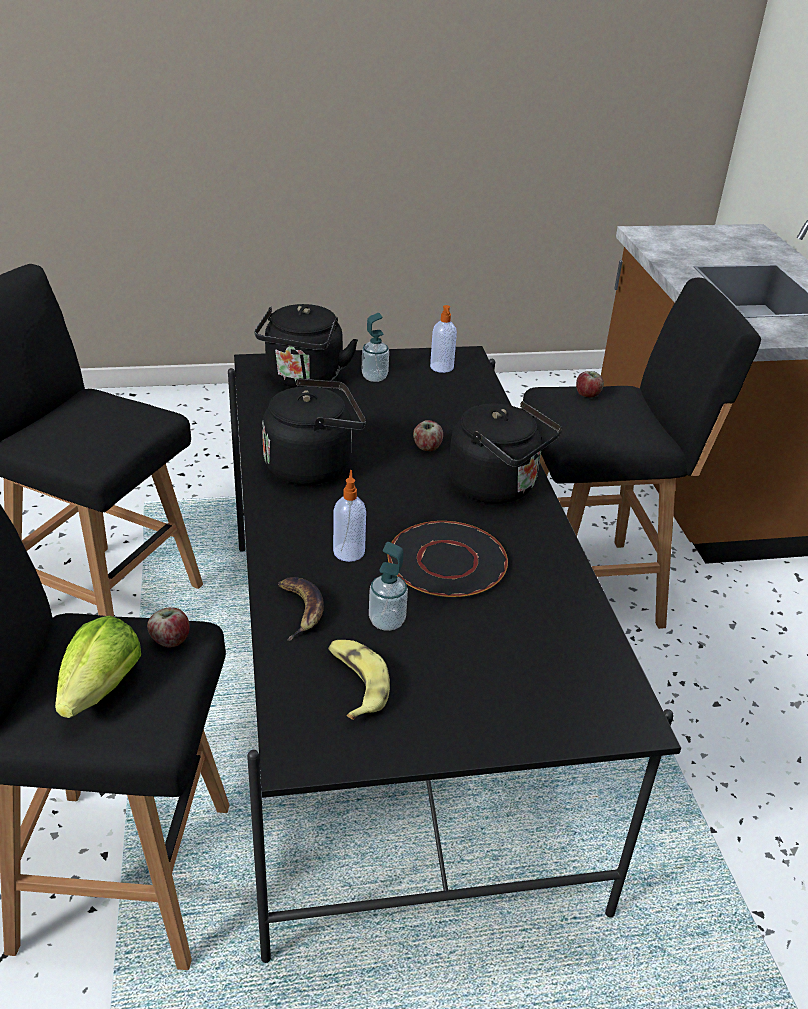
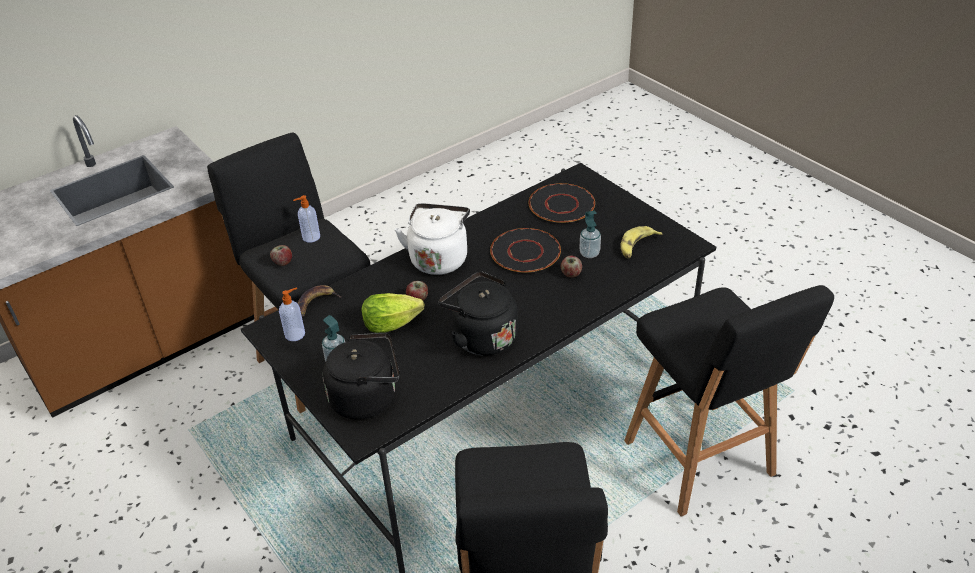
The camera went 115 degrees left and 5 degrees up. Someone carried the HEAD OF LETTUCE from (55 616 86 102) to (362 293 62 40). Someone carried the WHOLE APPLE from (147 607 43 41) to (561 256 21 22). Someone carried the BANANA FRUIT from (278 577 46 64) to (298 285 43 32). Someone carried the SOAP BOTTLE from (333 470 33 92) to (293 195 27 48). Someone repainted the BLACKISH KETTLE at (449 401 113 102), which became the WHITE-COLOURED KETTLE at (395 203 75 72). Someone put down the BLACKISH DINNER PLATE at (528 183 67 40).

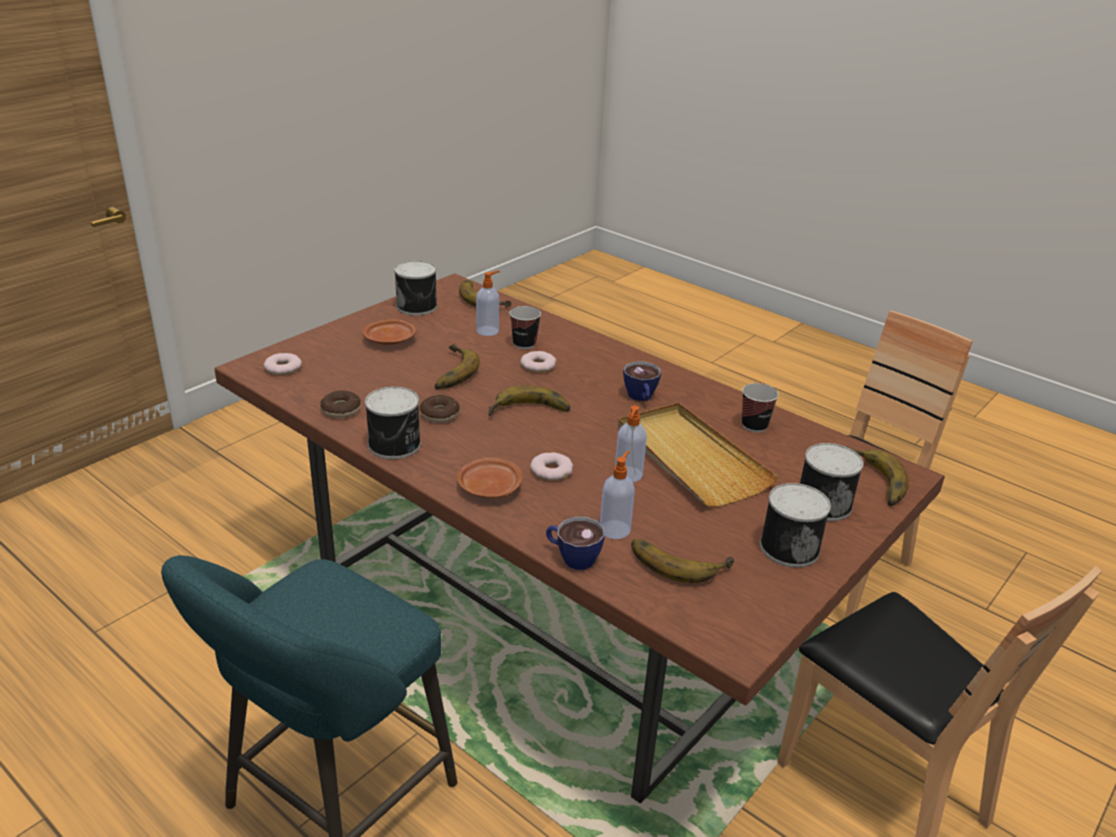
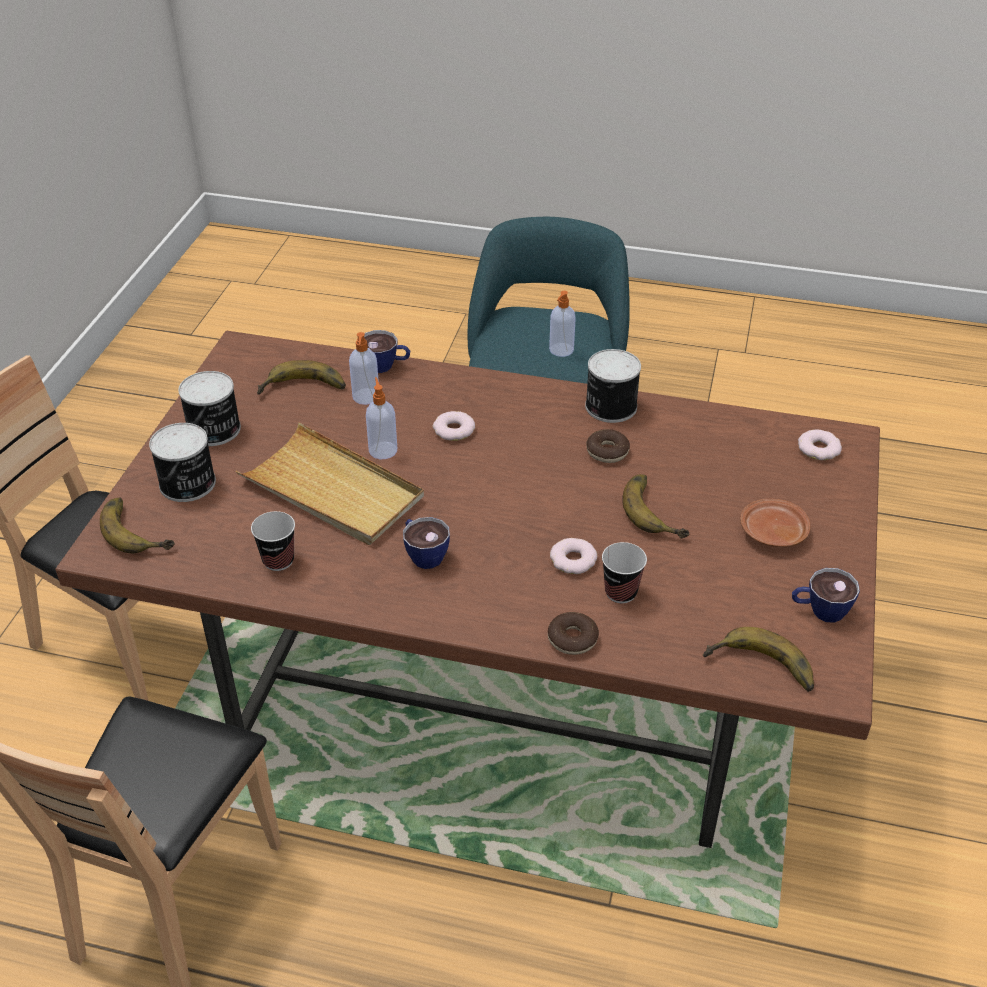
The camera went 155 degrees right and 10 degrees up. Someone carried the DOUGHNUT from (320 390 41 28) to (548 612 51 43). Someone swapped the SEALED CAN at (394 260 43 56) for the DRINKING CUP at (792 568 68 55). Someone took away the BROWN-COLOURED DINNER PLATE at (457 457 66 41). Someone carried the SOAP BOTTLE from (476 271 24 65) to (549 291 27 66). Someone took away the BANANA FRUIT at (488 385 82 31).

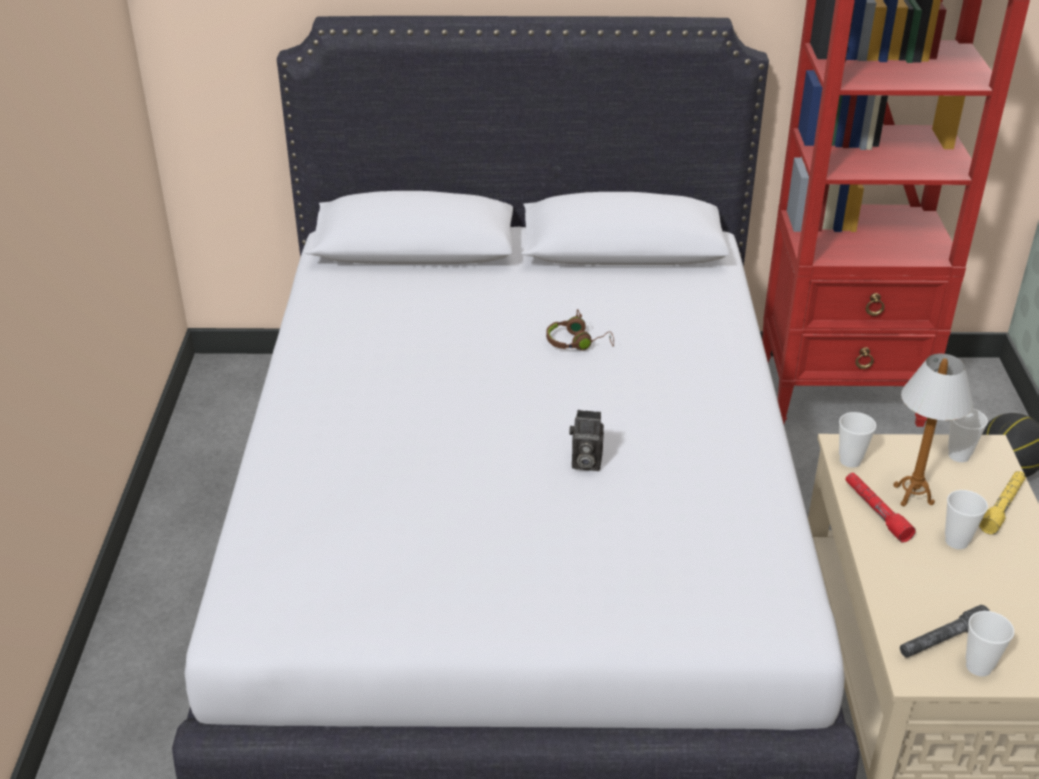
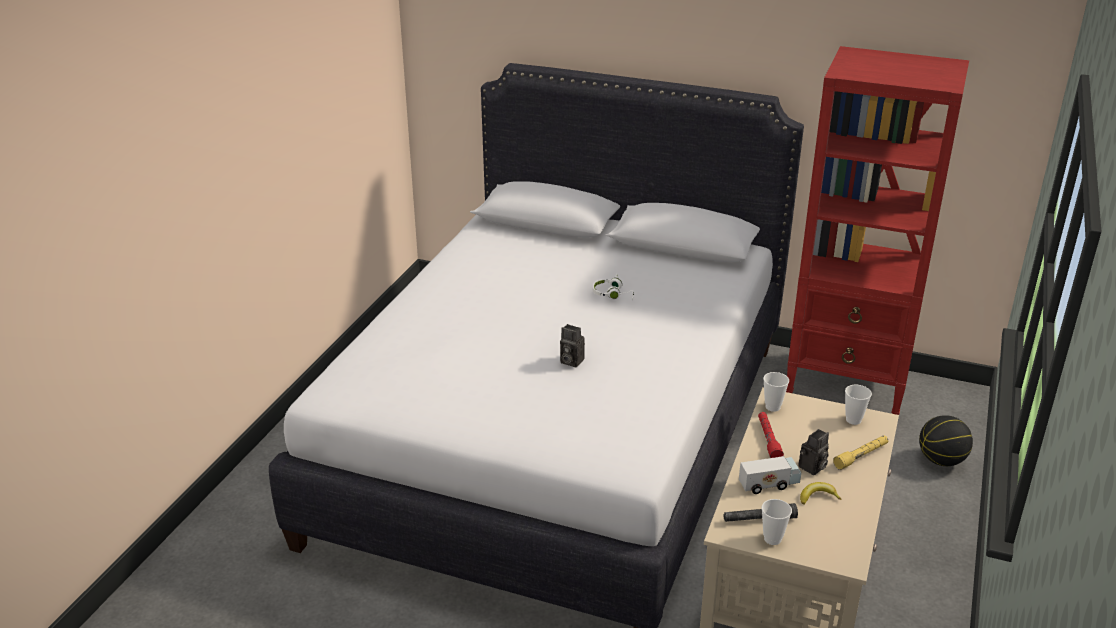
The camera went 20 degrees right and 5 degrees down. Someone repainted the BROWN-COLOURED HEADSET at (546 309 68 42), which became the WHITE-COLOURED HEADSET at (593 273 41 27). Someone took away the TABLETOP LAMP at (893 354 80 152). Someone swapped the DRINKING CUP at (945 490 43 59) for the STILL CAMERA at (798 429 31 46). Someone put down the MODEL TRUCK at (739 456 62 38). Someone put down the BANANA FRUIT at (800 482 42 22).

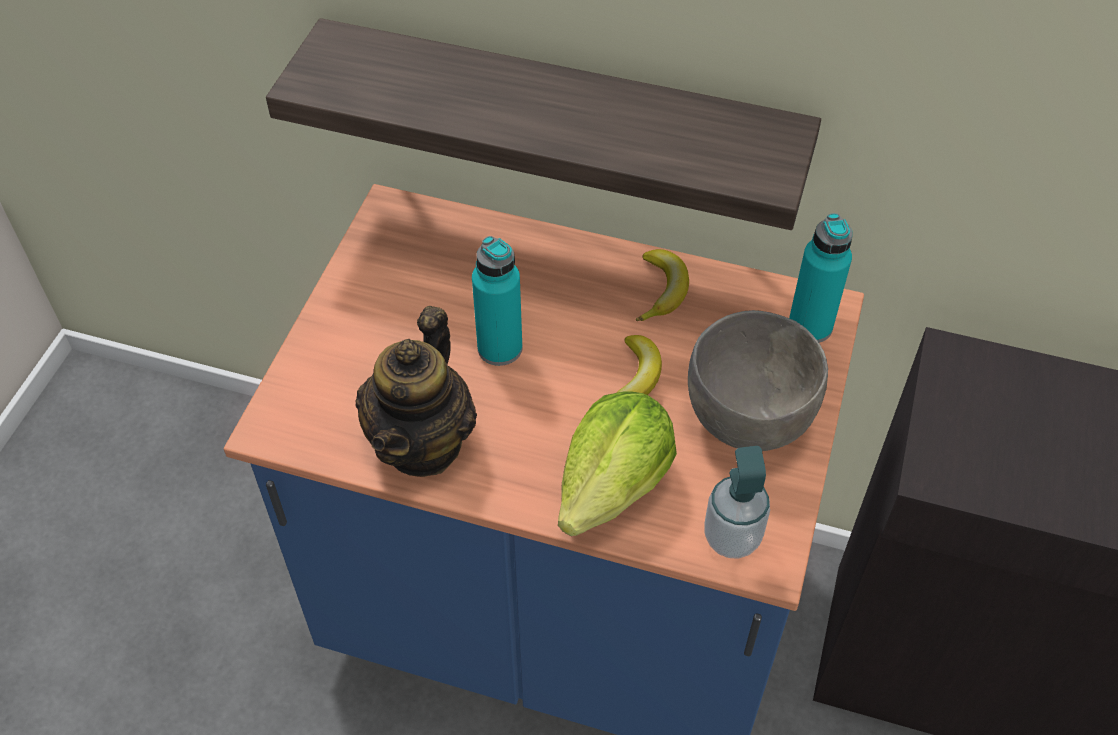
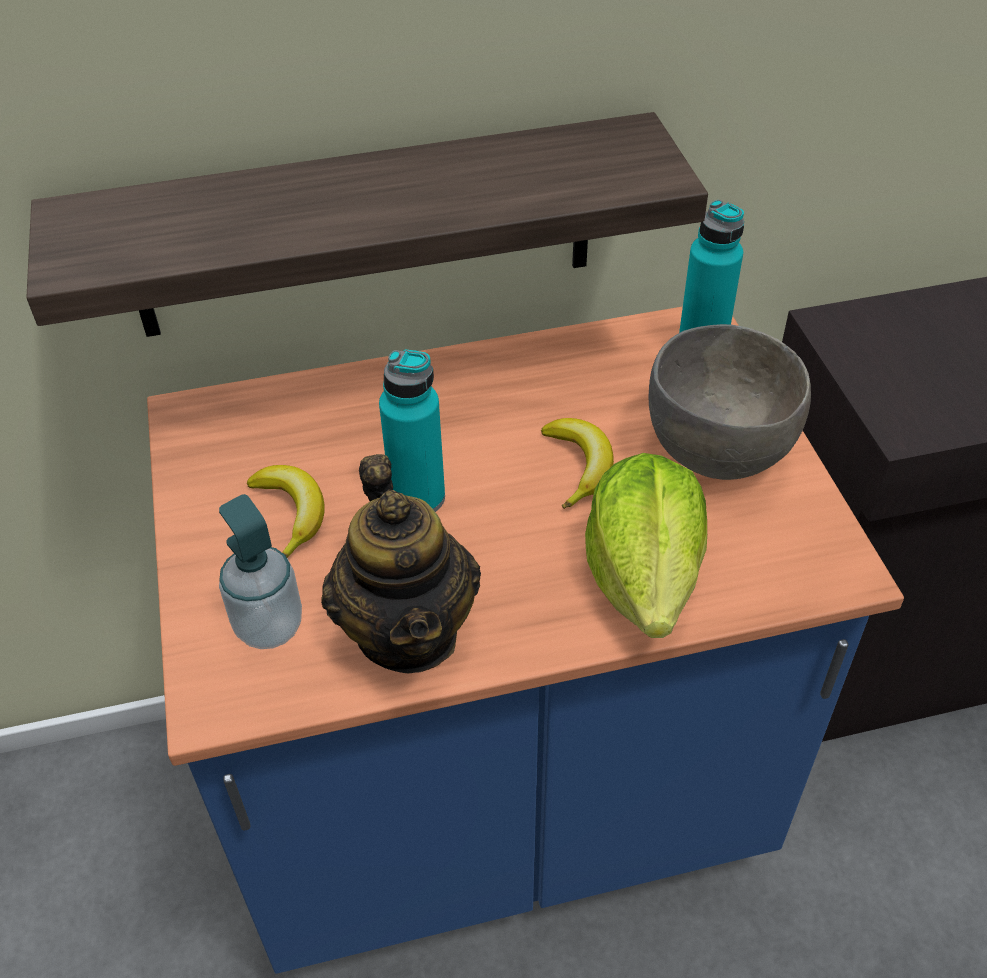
The camera went 30 degrees left and 5 degrees down. Someone carried the BANANA FRUIT from (636 249 53 73) to (246 465 79 93). Someone carried the SOAP BOTTLE from (704 446 66 113) to (219 494 83 155).

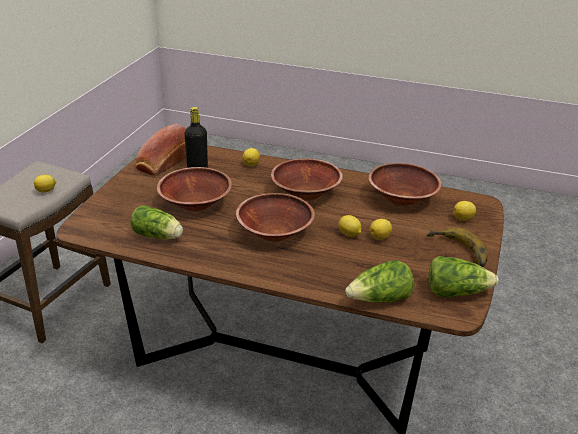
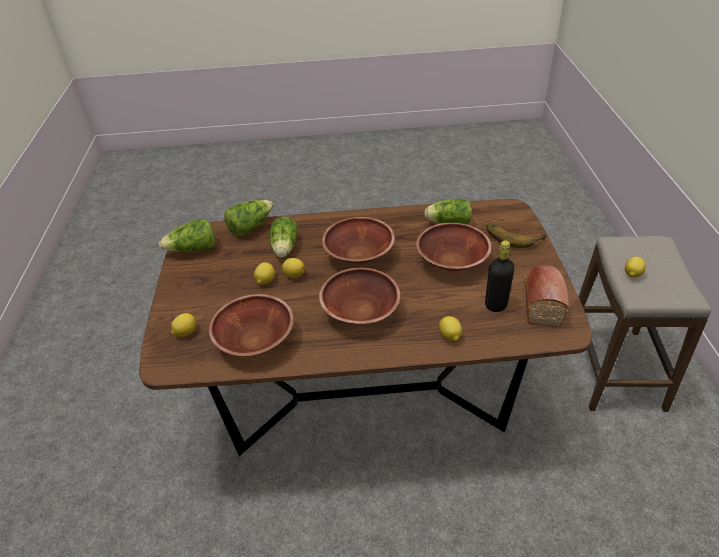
The camera went 160 degrees right and 10 degrees up. Someone carried the BANANA FRUIT from (427 227 61 40) to (486 223 61 25). Someone put down the HEAD OF LETTUCE at (270 217 28 40).

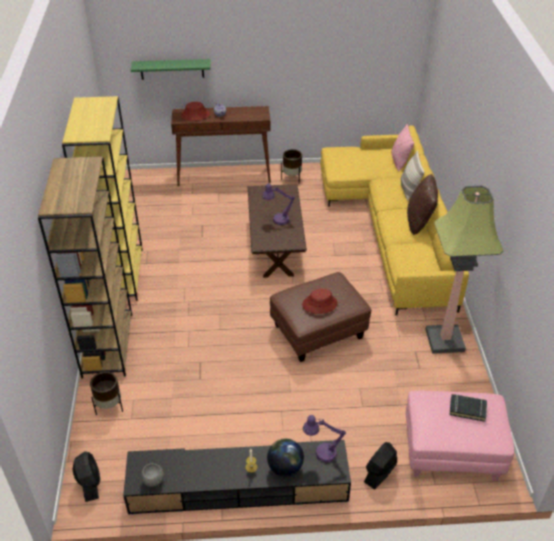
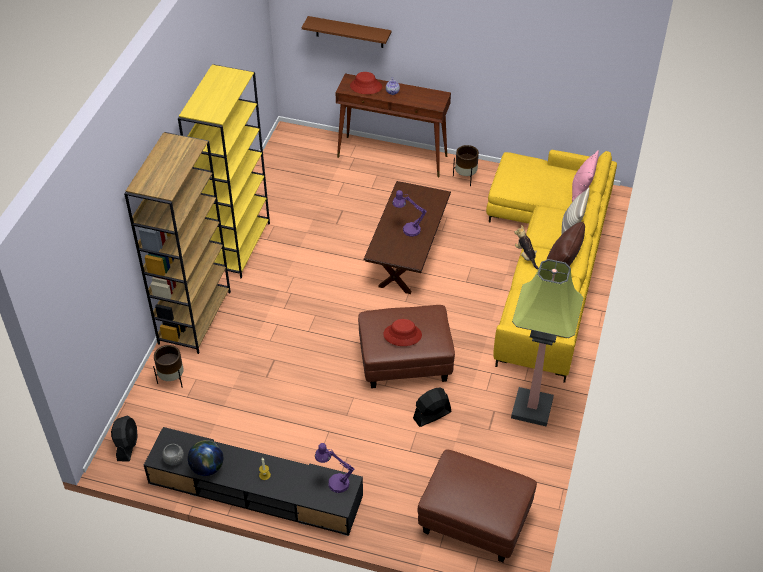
The camera went 20 degrees right and 5 degrees up. Someone repainted the GREEN-COLOURED BRACKET SHELF at (131 59 80 21), which became the BROWN-COLOURED BRACKET SHELF at (302 16 89 32). Someone carried the WORLD GLOBE from (267 438 37 38) to (188 440 35 36). Someone carried the BLACKISH ELECTRIC FAN from (364 442 33 48) to (413 388 39 39). Someone repainted the PINK-COLOURED FOOTREST at (406 390 108 91), which became the BROWN-COLOURED FOOTREST at (418 449 119 113). Someone took away the BLACKISH VOLUME at (449 394 38 28). Someone put down the CUDDLY TOY at (515 225 24 45).

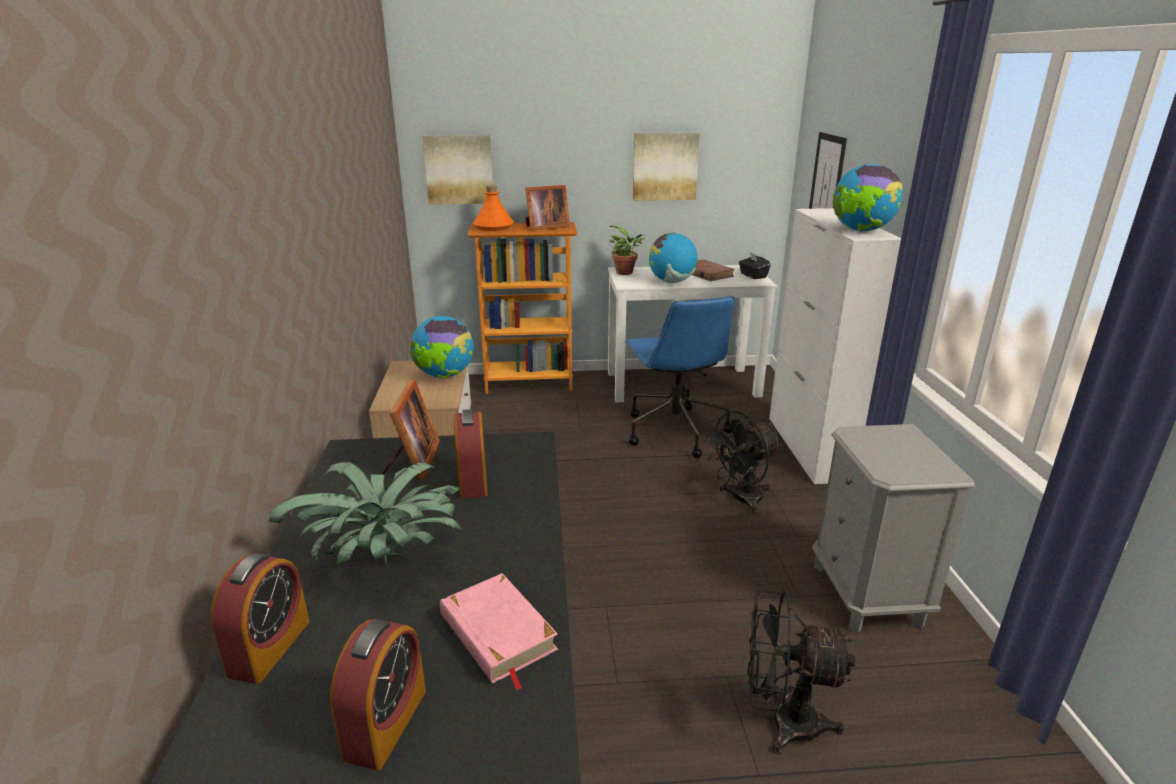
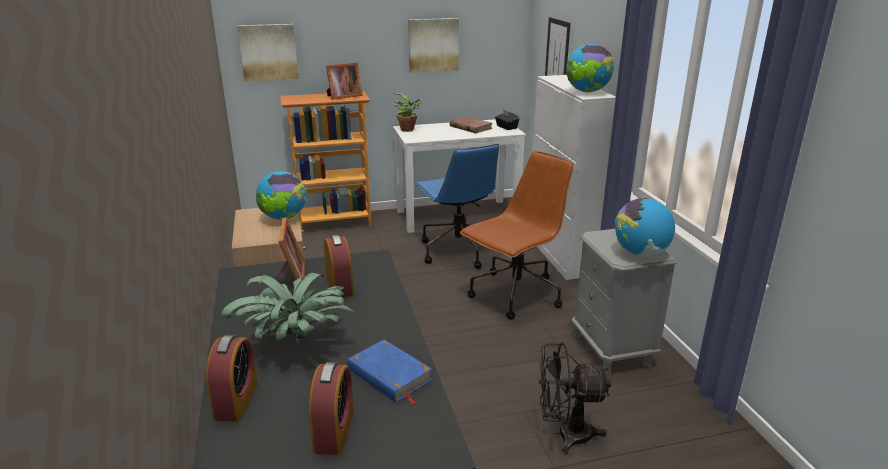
The camera went 10 degrees left and 0 degrees up. Someone repainted the PINK-COLOURED VOLUME at (440 573 118 117), which became the BLUE-COLOURED VOLUME at (347 339 85 65). Someone took away the ORANGE BOTTLE at (473 185 41 46). Someone carried the WORLD GLOBE from (649 233 49 50) to (615 198 60 59). Someone swapped the BLACKISH ELECTRIC FAN at (703 411 80 103) for the BROWN-COLOURED DESK CHAIR at (460 151 113 169).

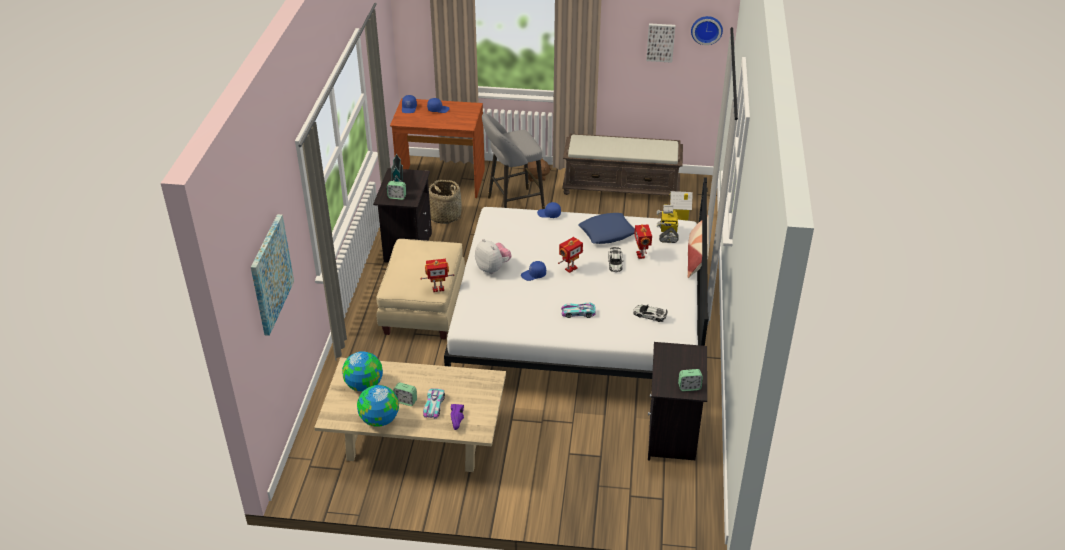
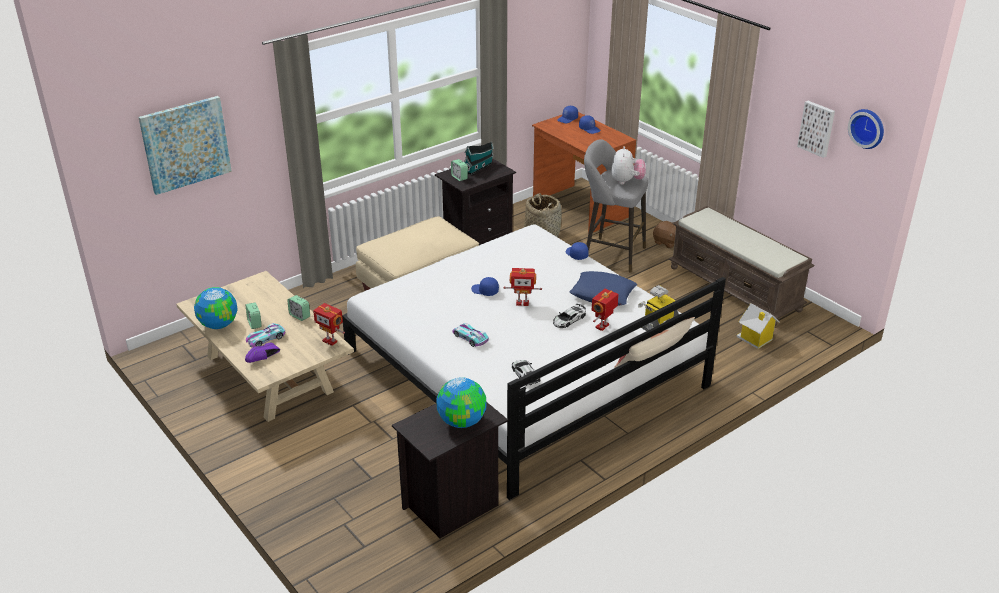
The camera went 45 degrees right and 5 degrees down. Someone carried the WORLD GLOBE from (342 351 41 40) to (436 377 50 51). Someone carried the ROBOT FIGURE from (420 259 34 33) to (313 303 32 43). Someone carried the CUDDLY TOY from (475 239 37 35) to (611 146 35 39). Someone carried the ALARM CLOCK from (678 369 25 22) to (288 295 22 26).

